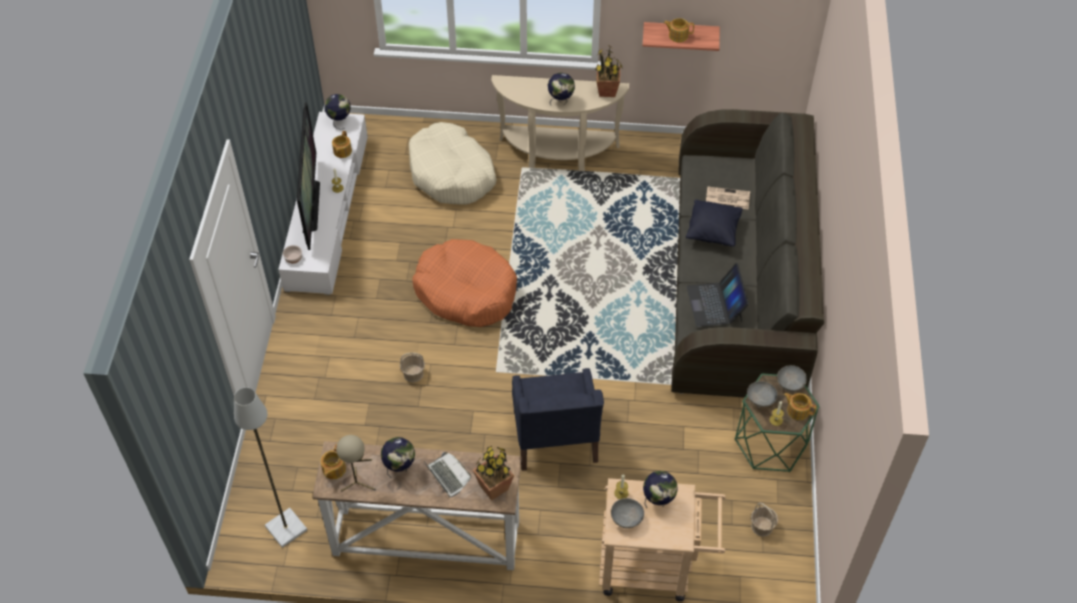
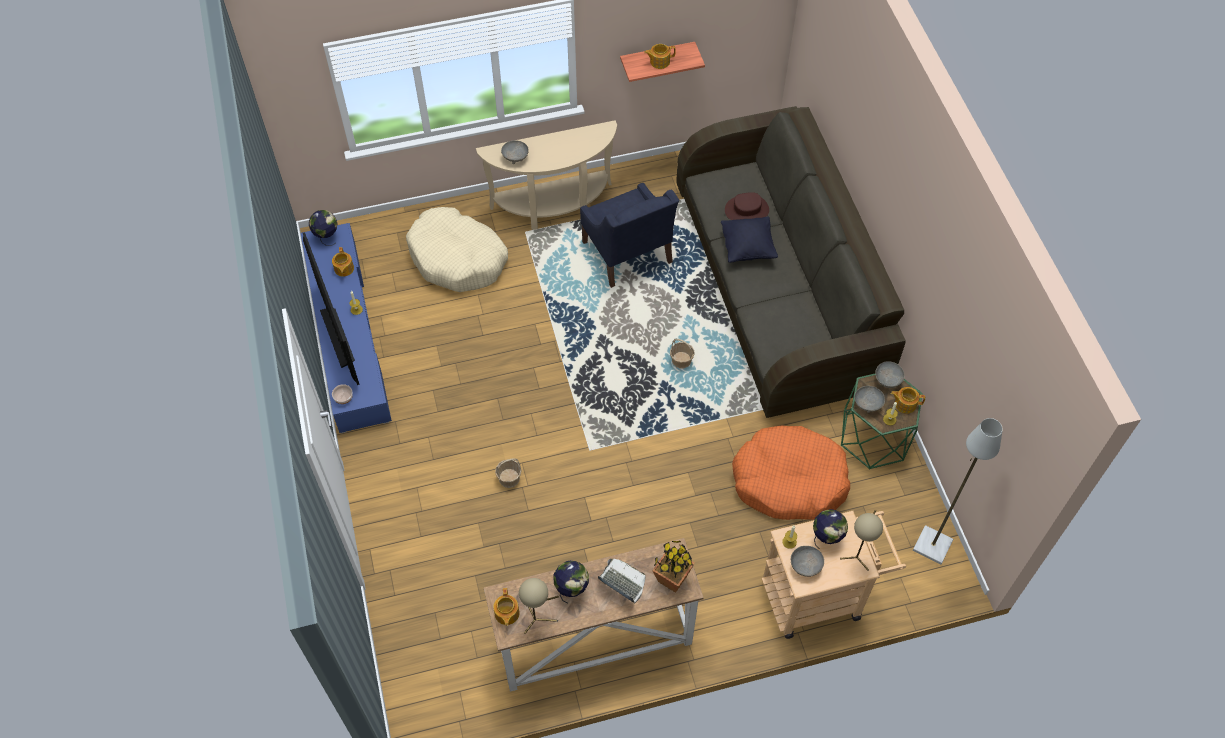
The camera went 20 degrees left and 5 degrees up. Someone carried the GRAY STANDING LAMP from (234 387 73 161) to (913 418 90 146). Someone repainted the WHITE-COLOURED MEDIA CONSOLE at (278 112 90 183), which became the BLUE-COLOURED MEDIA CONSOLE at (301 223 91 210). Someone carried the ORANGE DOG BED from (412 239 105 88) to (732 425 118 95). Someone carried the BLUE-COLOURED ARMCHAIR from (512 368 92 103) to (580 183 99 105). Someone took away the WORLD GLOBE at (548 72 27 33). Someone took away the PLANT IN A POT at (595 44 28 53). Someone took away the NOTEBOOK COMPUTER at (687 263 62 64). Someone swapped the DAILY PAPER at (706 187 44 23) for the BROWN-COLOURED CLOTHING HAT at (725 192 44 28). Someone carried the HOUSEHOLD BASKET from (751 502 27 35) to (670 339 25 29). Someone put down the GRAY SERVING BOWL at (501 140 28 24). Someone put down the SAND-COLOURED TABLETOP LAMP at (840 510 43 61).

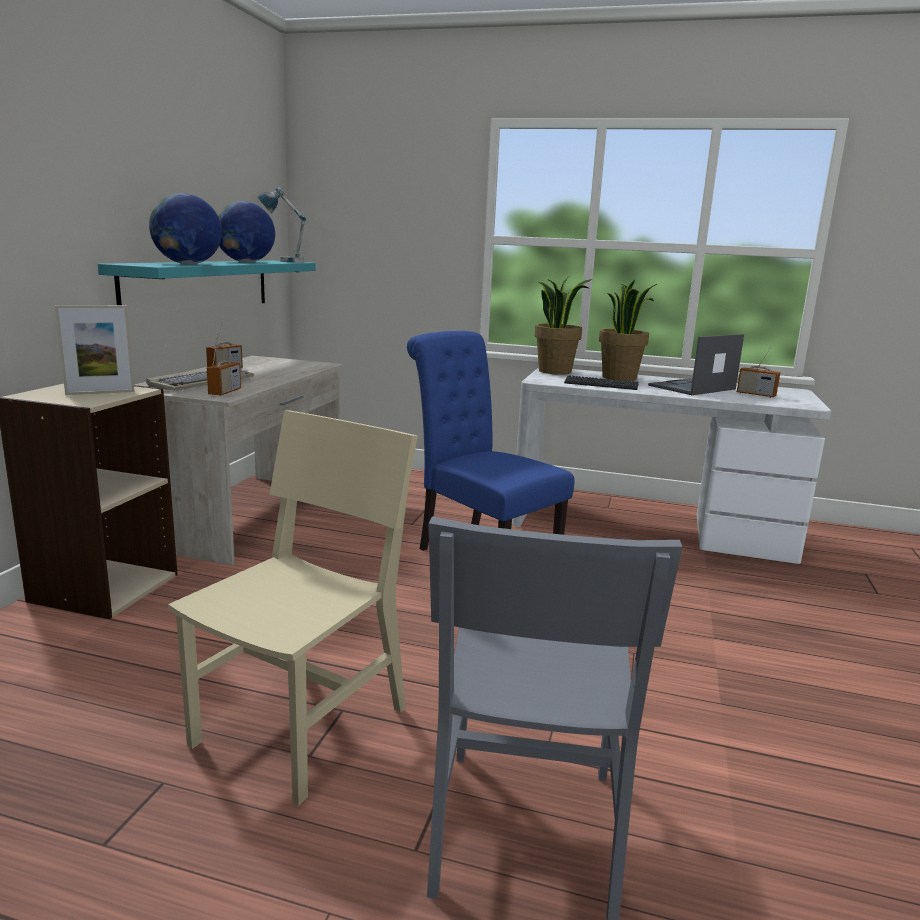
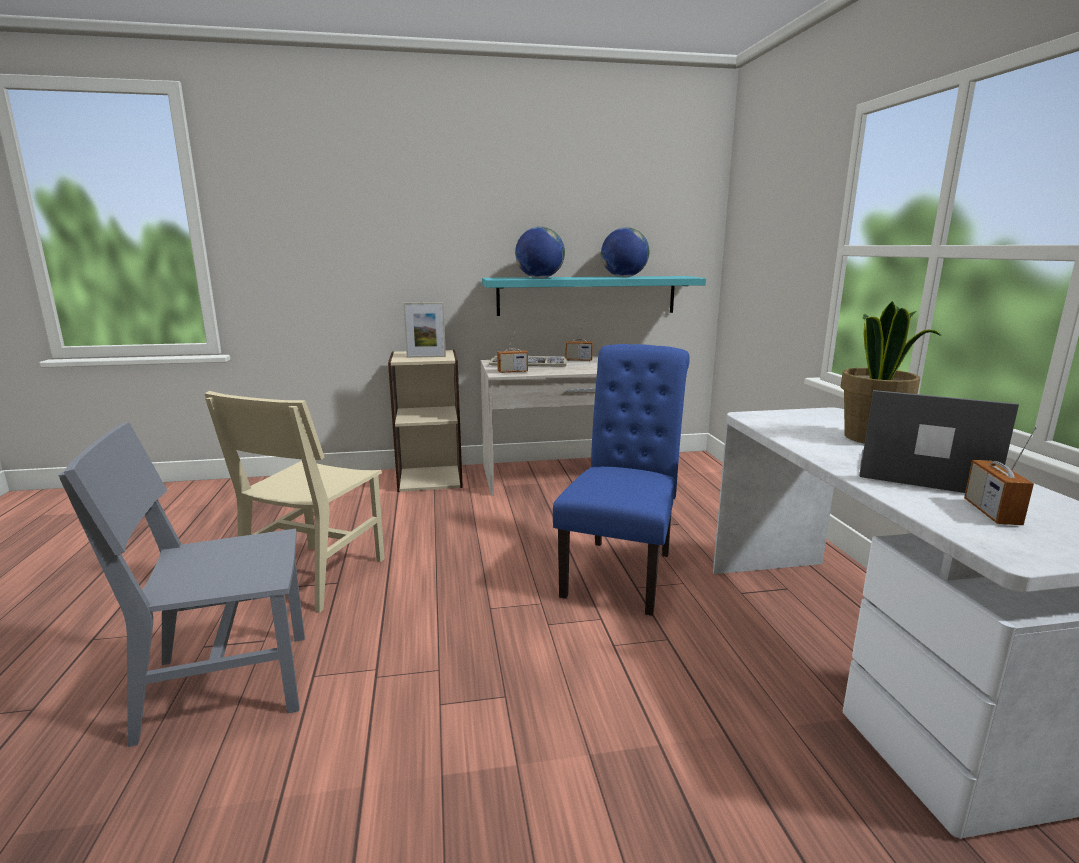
The camera went 65 degrees right and 0 degrees up. Someone rotated the PHOTO FRAME at (55 305 79 90) by 45 degrees counterclockwise. Someone rotated the SAND-COLOURED CHAIR at (168 410 250 396) by 105 degrees clockwise. Someone took away the TABLETOP LAMP at (257 187 49 76). Someone took away the PLANT IN A POT at (535 276 57 99). Someone took away the COMPUTER KEYBOARD at (564 375 75 15).

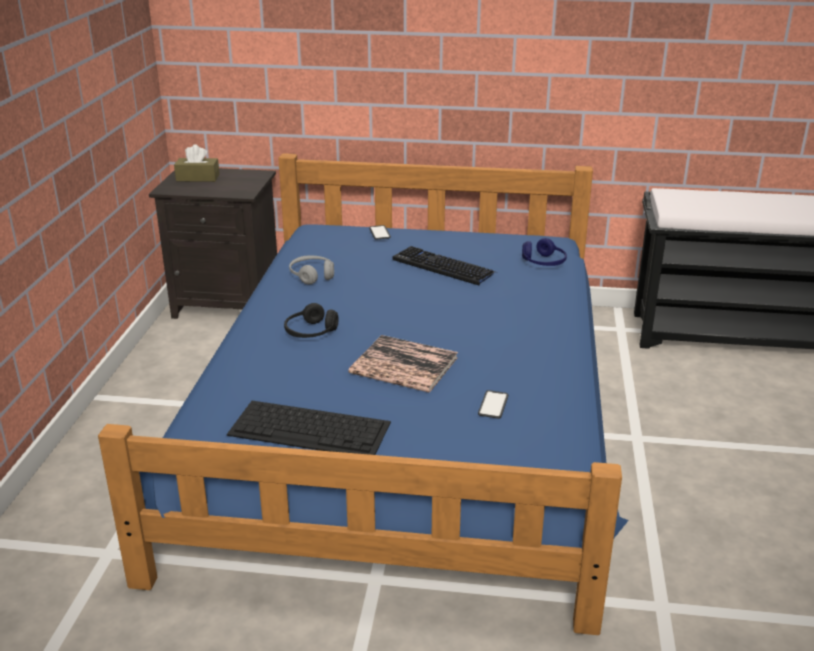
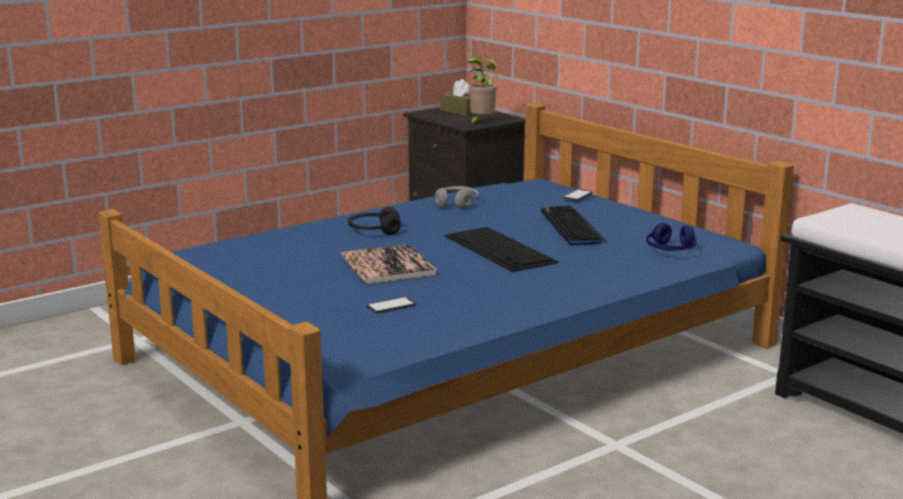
The camera went 45 degrees right and 10 degrees down. Someone carried the COMPUTER KEYBOARD from (227 401 164 54) to (445 227 113 45). Someone put down the PLANT IN A POT at (467 57 30 68).

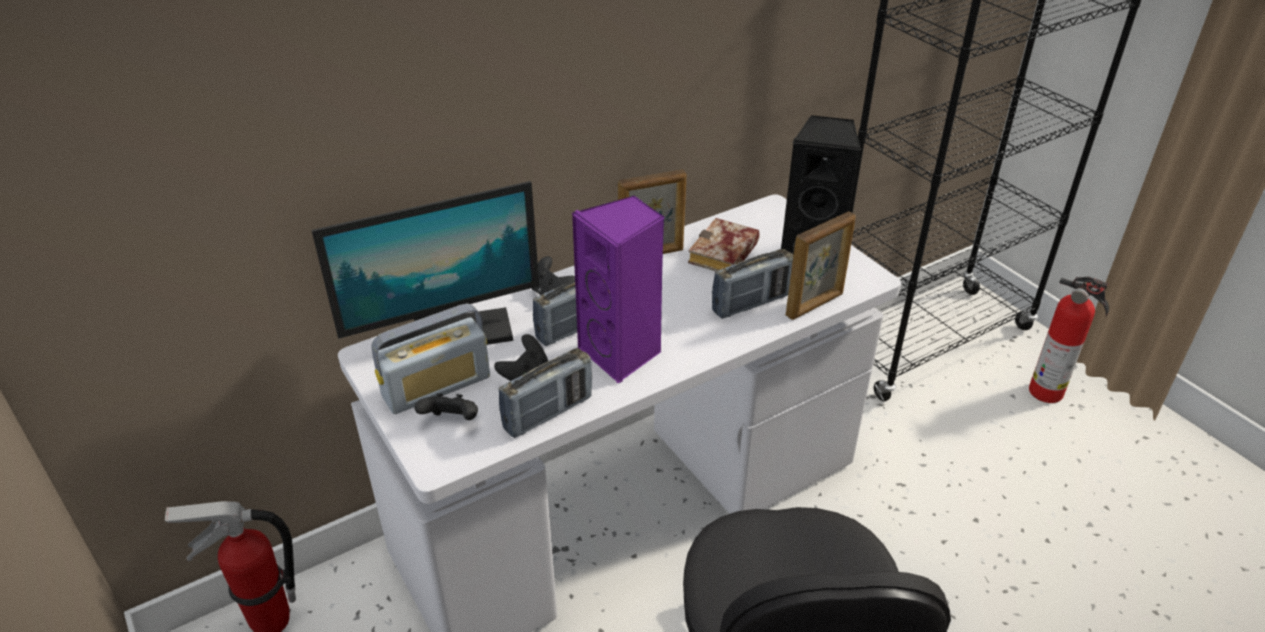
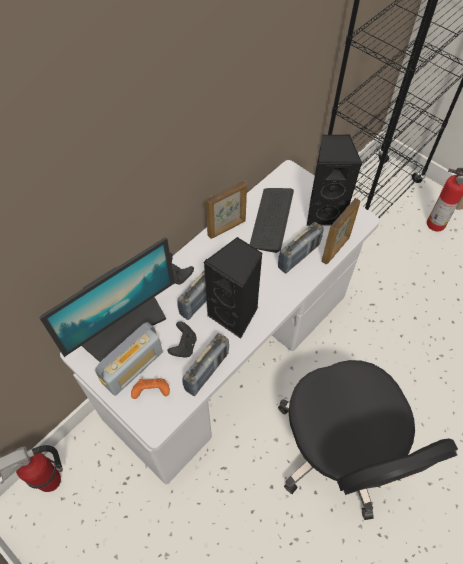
The camera went 15 degrees left and 20 degrees up. Someone repainted the BLACKISH GAME CONTROLLER at (415 393 63 27), which became the ORANGE GAME CONTROLLER at (131 378 39 21). Someone repainted the PURPLISH SPEAKER at (572 196 92 188), which became the BLACKISH SPEAKER at (203 237 60 102). Someone swapped the VOLUME at (688 218 72 53) for the COMPUTER KEYBOARD at (250 188 44 65).

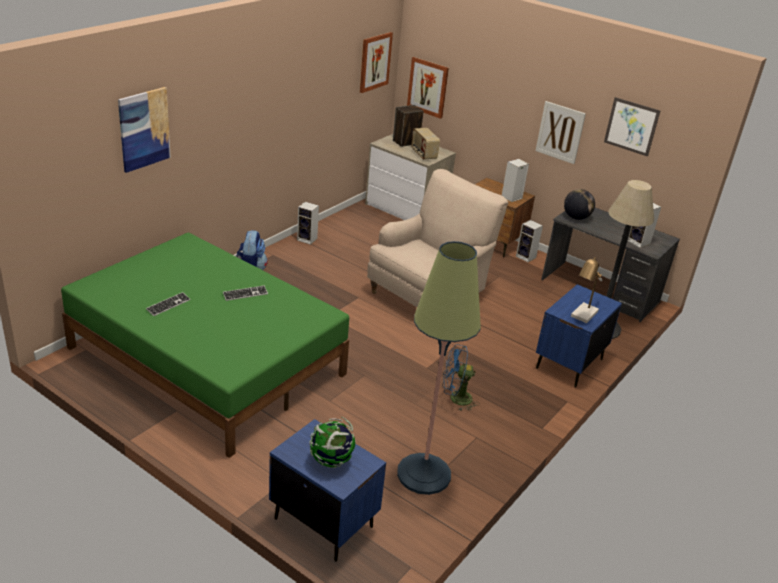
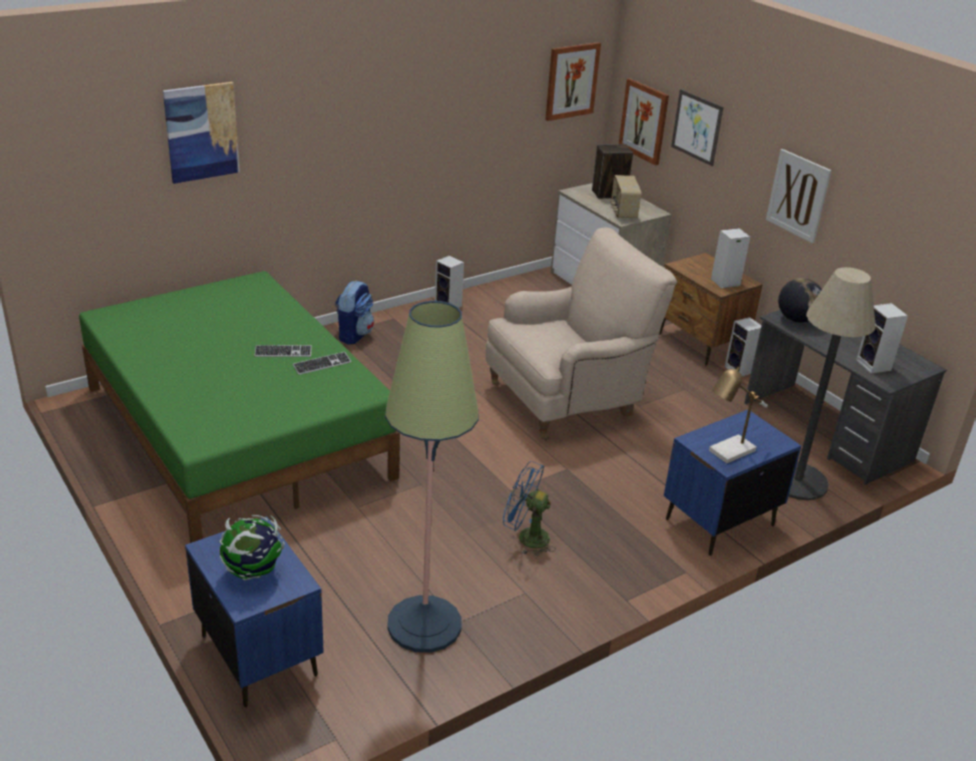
The camera went 20 degrees right and 0 degrees up. Someone carried the COMPUTER KEYBOARD from (146 292 45 24) to (293 352 58 23). Someone carried the WALL PICTURE from (604 97 56 60) to (671 89 53 77).

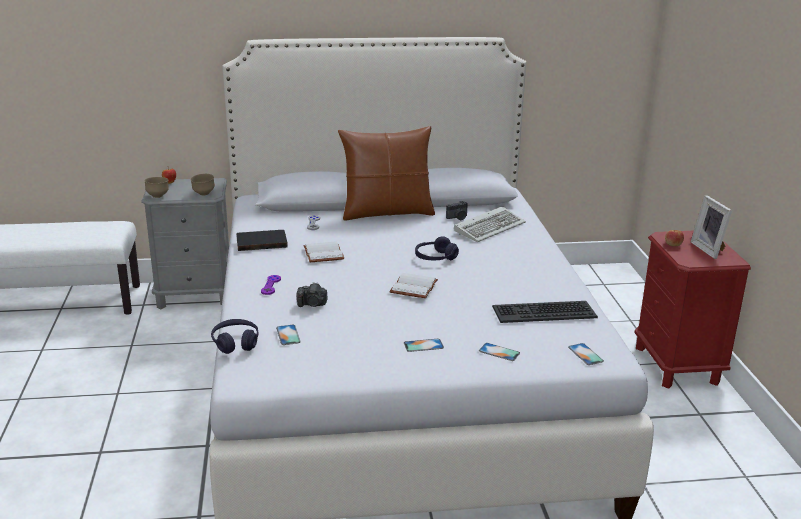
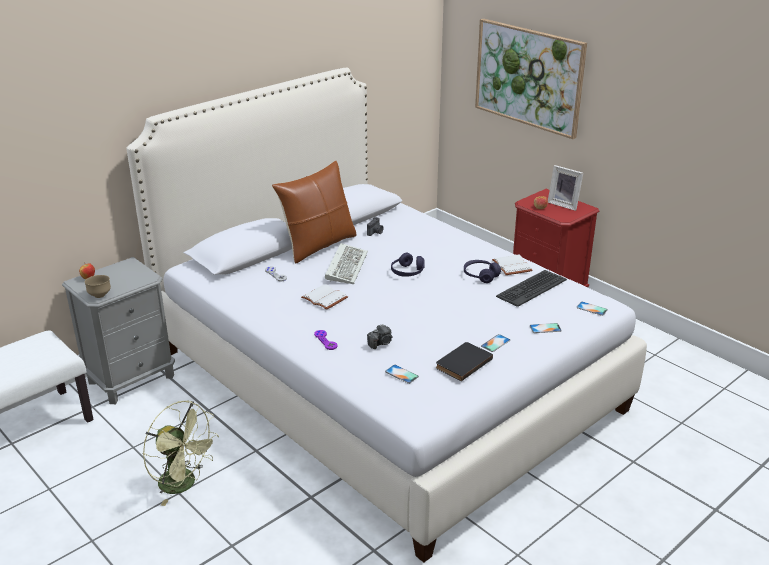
The camera went 35 degrees left and 5 degrees up. Someone took away the BROWN-COLOURED SERVING BOWL at (190 174 25 22). Someone carried the PURPLISH HEADSET from (211 319 47 35) to (464 260 37 23). Someone carried the BLACKISH VOLUME from (236 230 52 21) to (436 342 57 39). Someone carried the WHITE-COLOURED VOLUME from (390 273 48 25) to (492 255 41 20). Someone carried the COMPUTER KEYBOARD from (454 206 72 36) to (325 243 43 41). Someone put down the GREEN-COLOURED ELECTRIC FAN at (143 401 76 105). Someone put up the WALL PICTURE at (475 19 112 120).

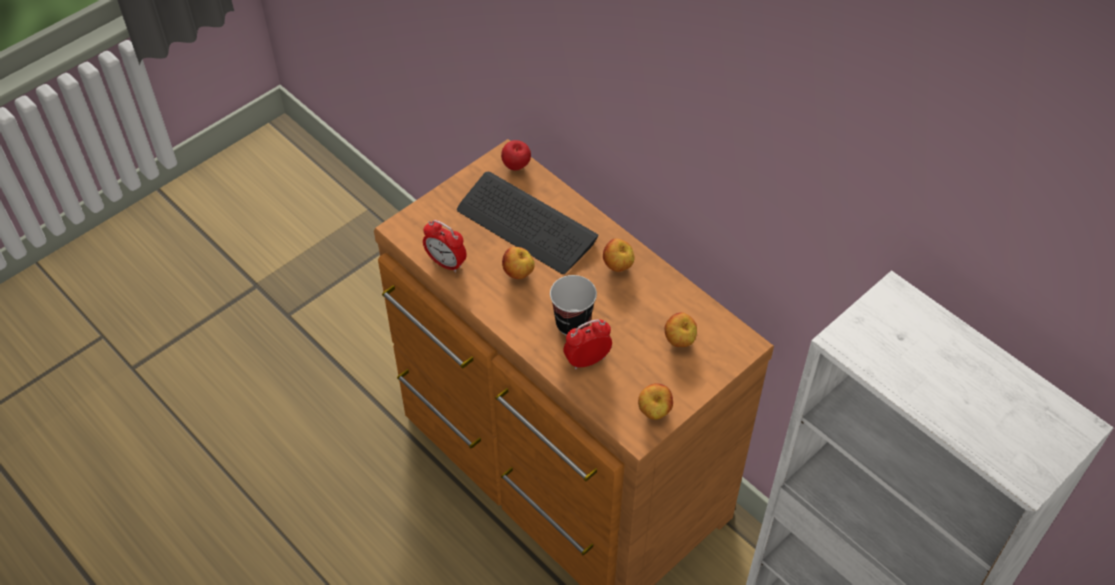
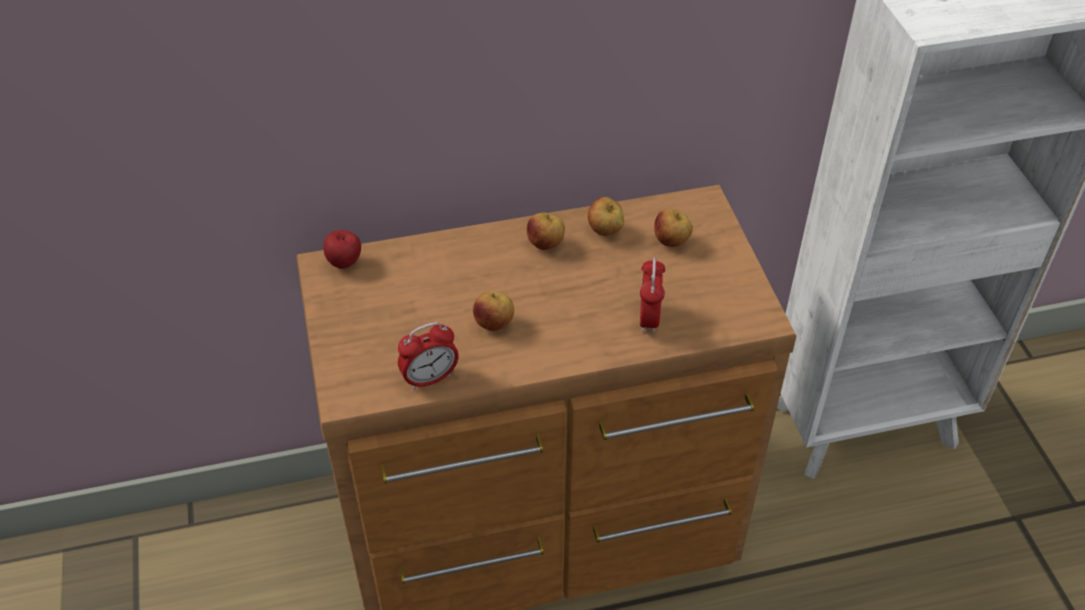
The camera went 60 degrees left and 5 degrees down. Someone took away the COMPUTER KEYBOARD at (457 172 142 102). Someone took away the DRINKING CUP at (550 275 47 60). Someone carried the WHOLE APPLE from (638 383 35 37) to (588 197 36 39).

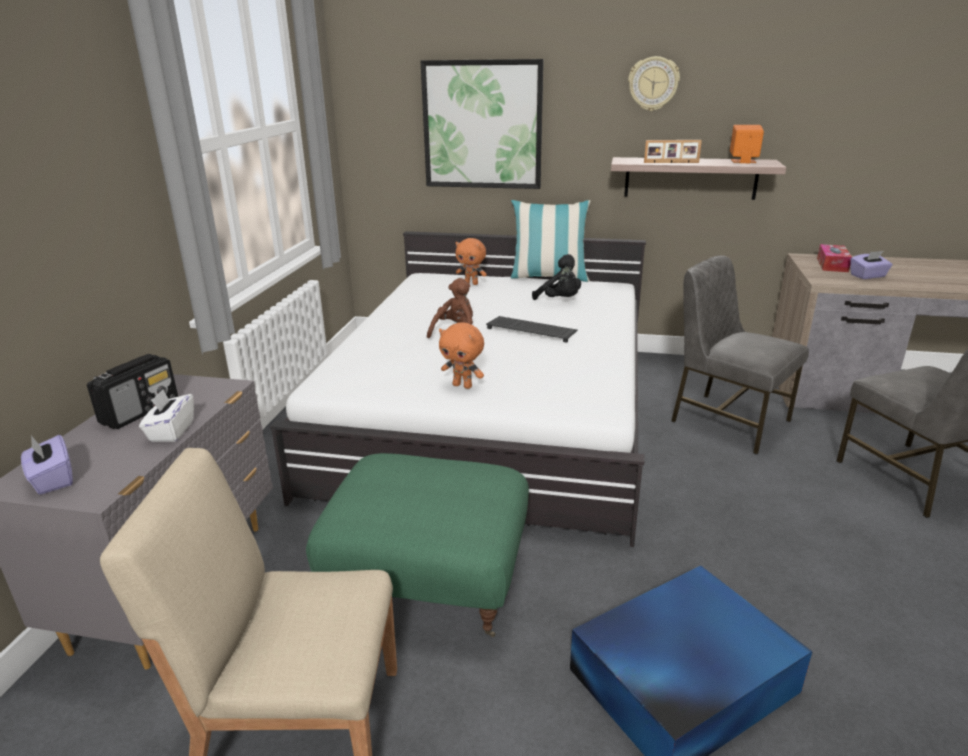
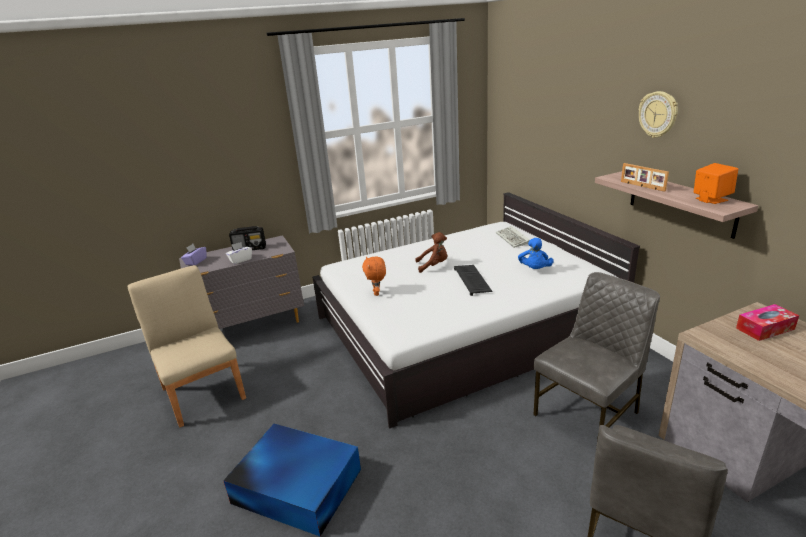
The camera went 55 degrees right and 0 degrees up. Someone took away the GREEN-COLOURED FOOTREST at (306 453 223 184). Someone took away the WALL PICTURE at (421 59 123 130). Someone swapped the ORANGE CUDDLY TOY at (455 238 32 47) for the COMPUTER KEYBOARD at (496 226 34 22). Someone took away the THROW PILLOW at (511 200 79 82). Someone repainted the BLACKISH CUDDLY TOY at (532 254 49 46), which became the BLUE-COLOURED CUDDLY TOY at (518 238 36 31). Someone rotated the GRAY CHAIR at (671 255 138 200) by 45 degrees clockwise. Someone took away the PURPLISH TISSUE HOLDER at (850 251 43 28).

